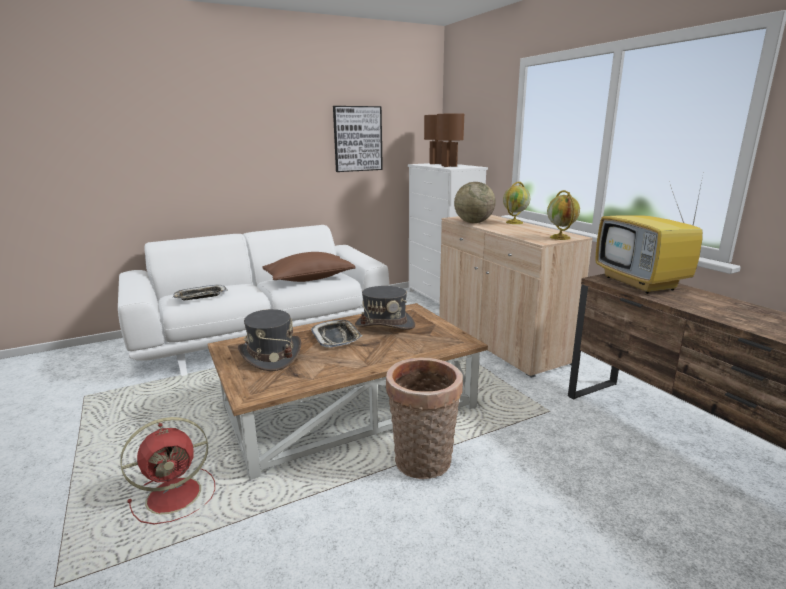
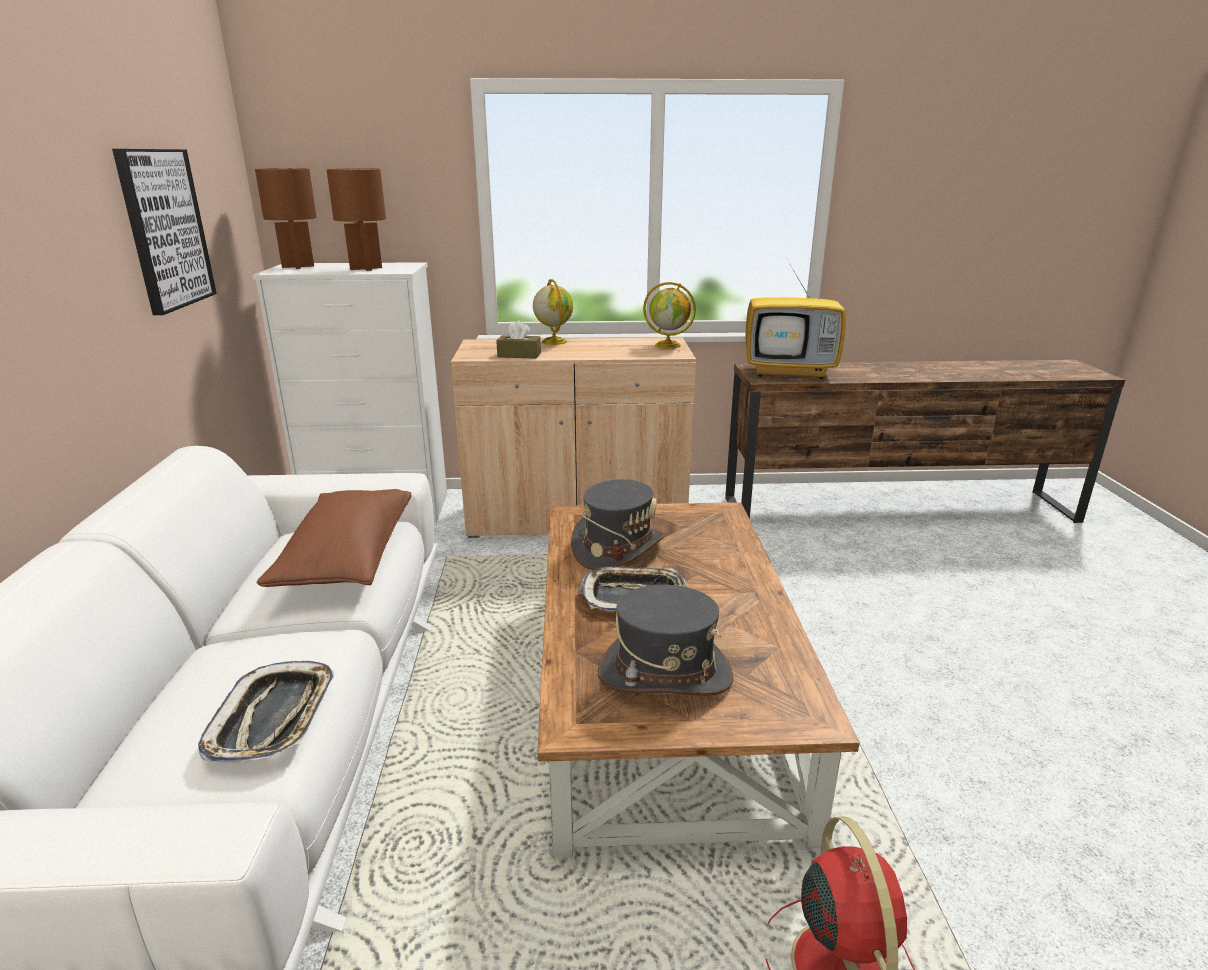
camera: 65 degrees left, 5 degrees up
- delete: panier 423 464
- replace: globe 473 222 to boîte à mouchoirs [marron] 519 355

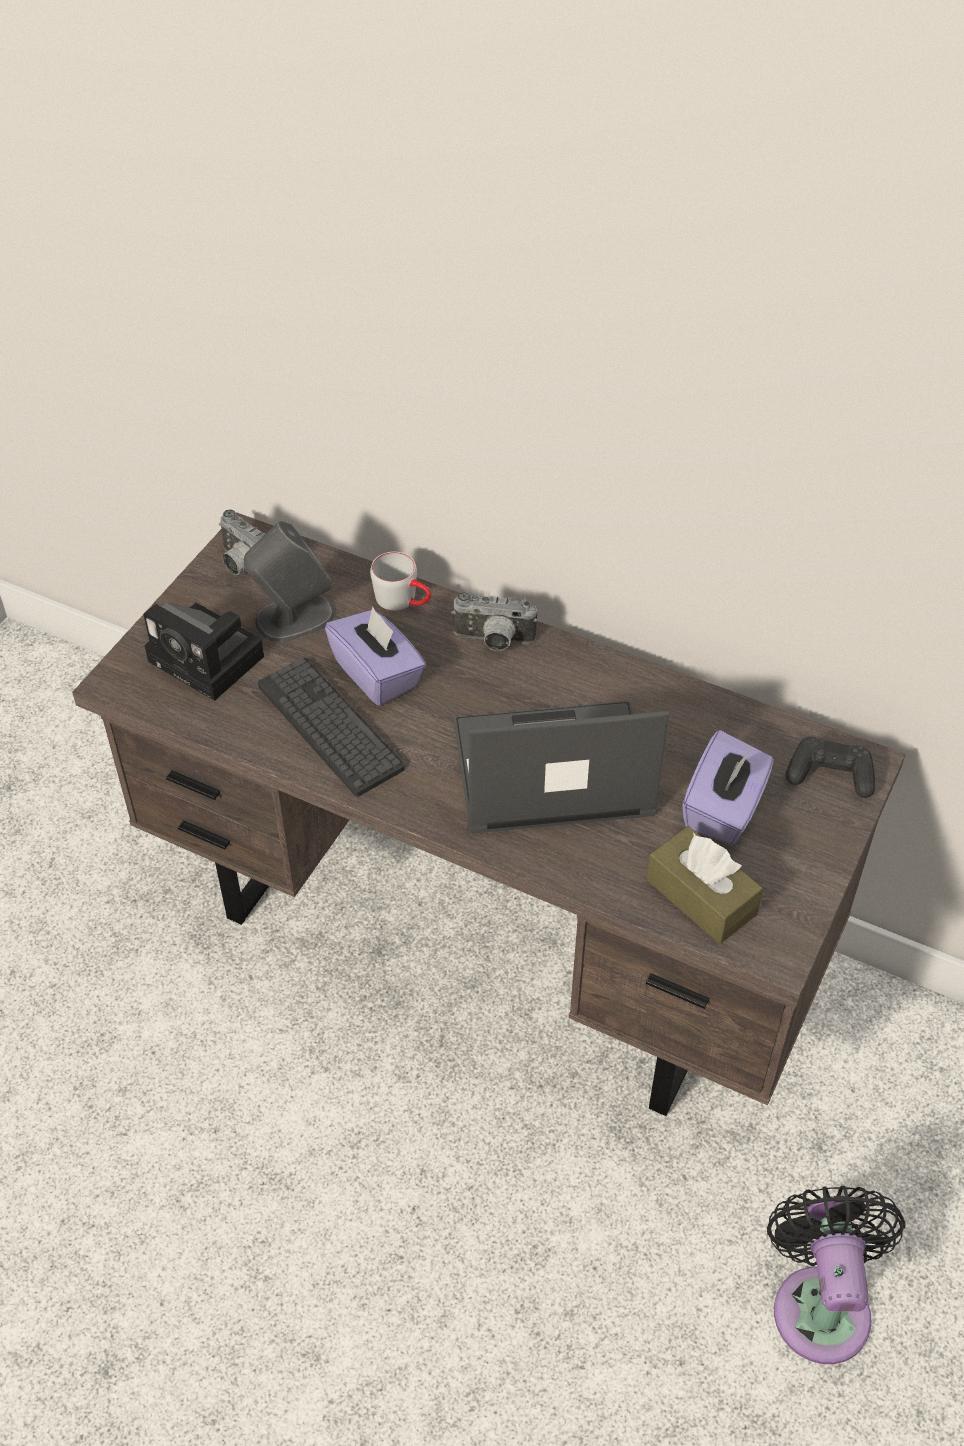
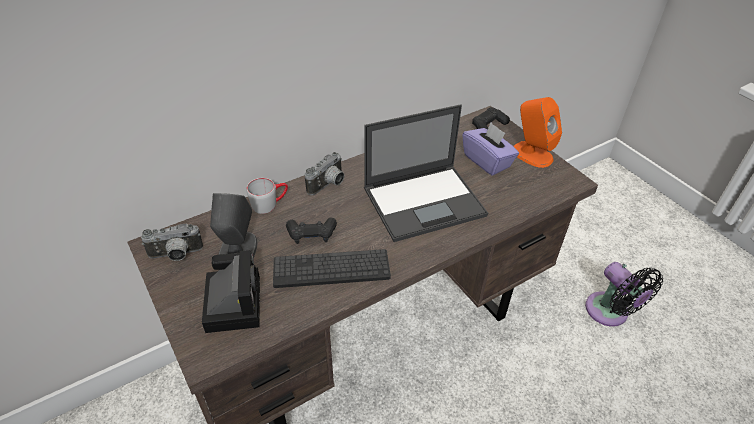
camera: 60 degrees left, 5 degrees down
- rotate: appareil photo 210 660 = 233 301 75 degrees counterclockwise
- replace: boîte à mouchoirs [violet] 377 674 to manette [noir] 311 235
- rotate: ordinateur portable 549 769 = 425 201 135 degrees counterclockwise
- delete: boîte à mouchoirs [marron] 701 897
- rotate: ventilateur [noir] 820 1303 = 610 313 150 degrees counterclockwise
- insert: enceinte [orange] 531 154

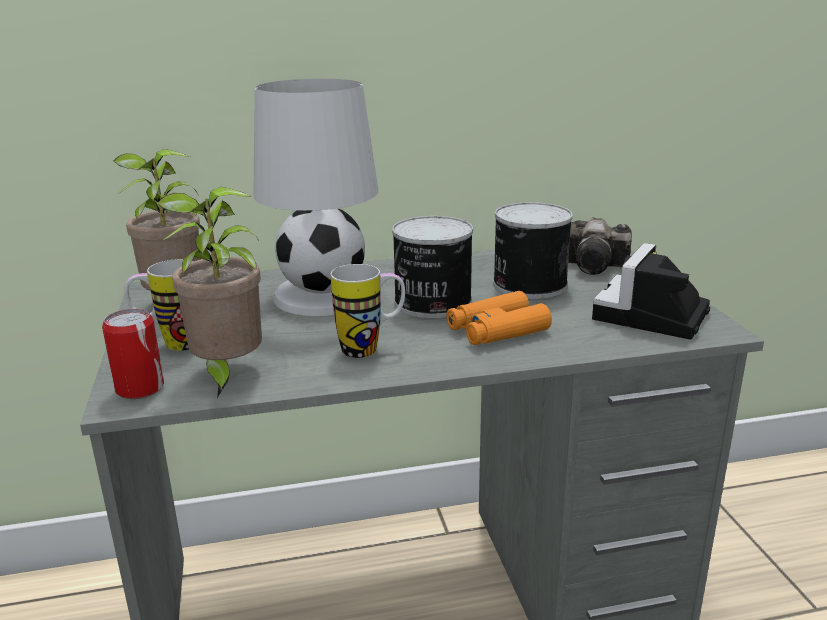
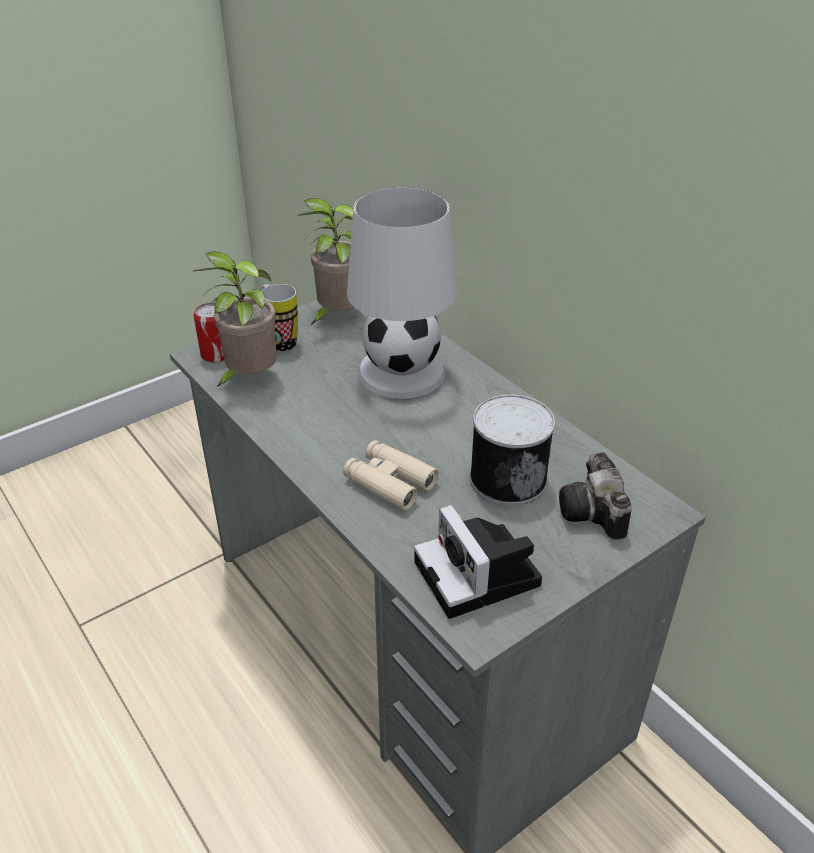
camera: 65 degrees right, 15 degrees up
- delete: mug 371 349
- delete: boîte métallique 431 303
- recolor: jumelles [orange] 497 330 to jumelles [beige] 389 482
- rotate: appareil photo 651 317 = 480 576 120 degrees counterclockwise

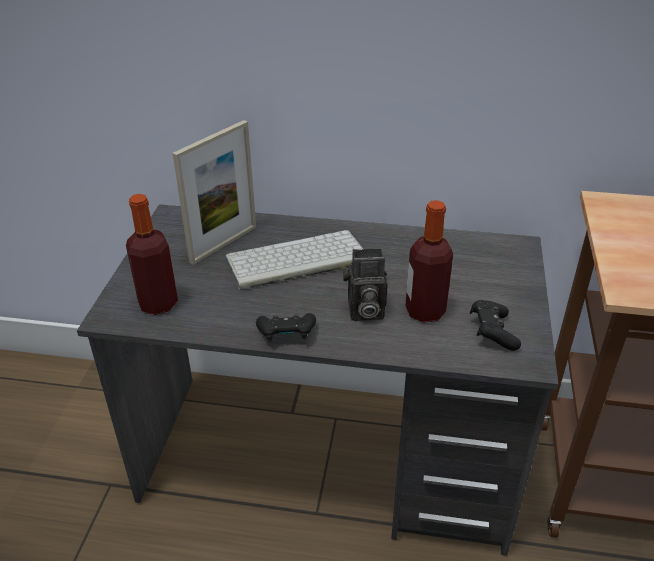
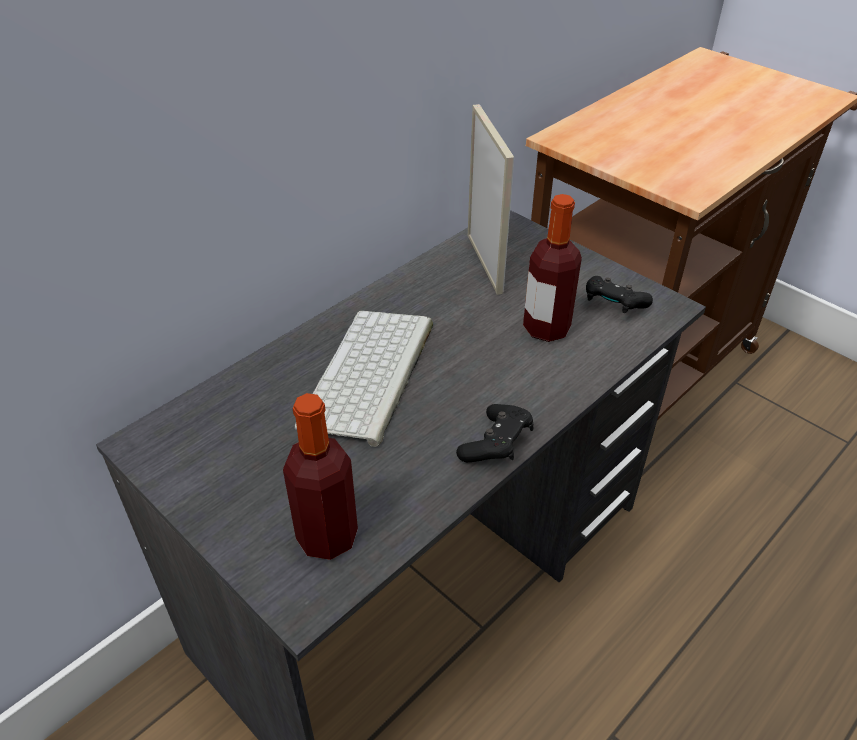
camera: 55 degrees left, 5 degrees up
- move: cadre photo 223 244 to 484 263
- delete: appareil photo 364 311

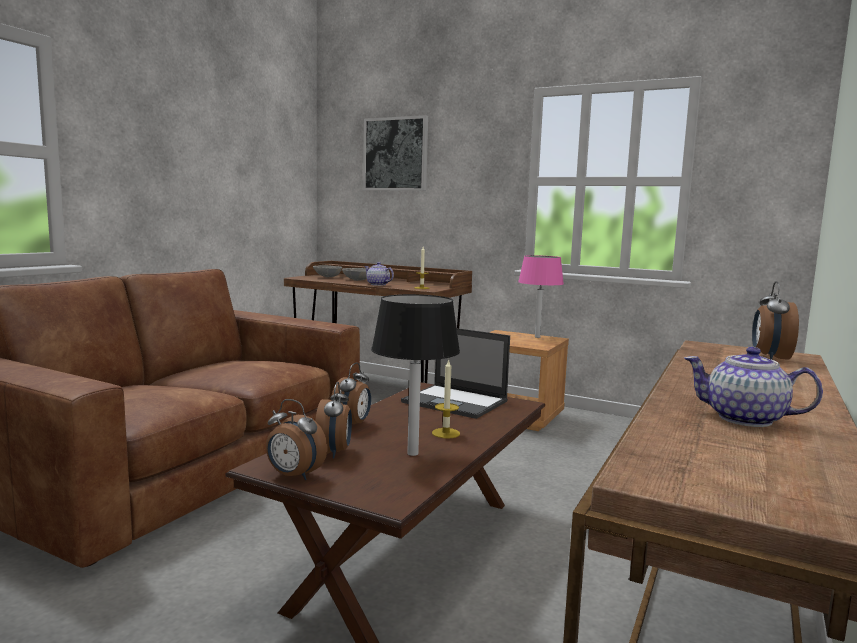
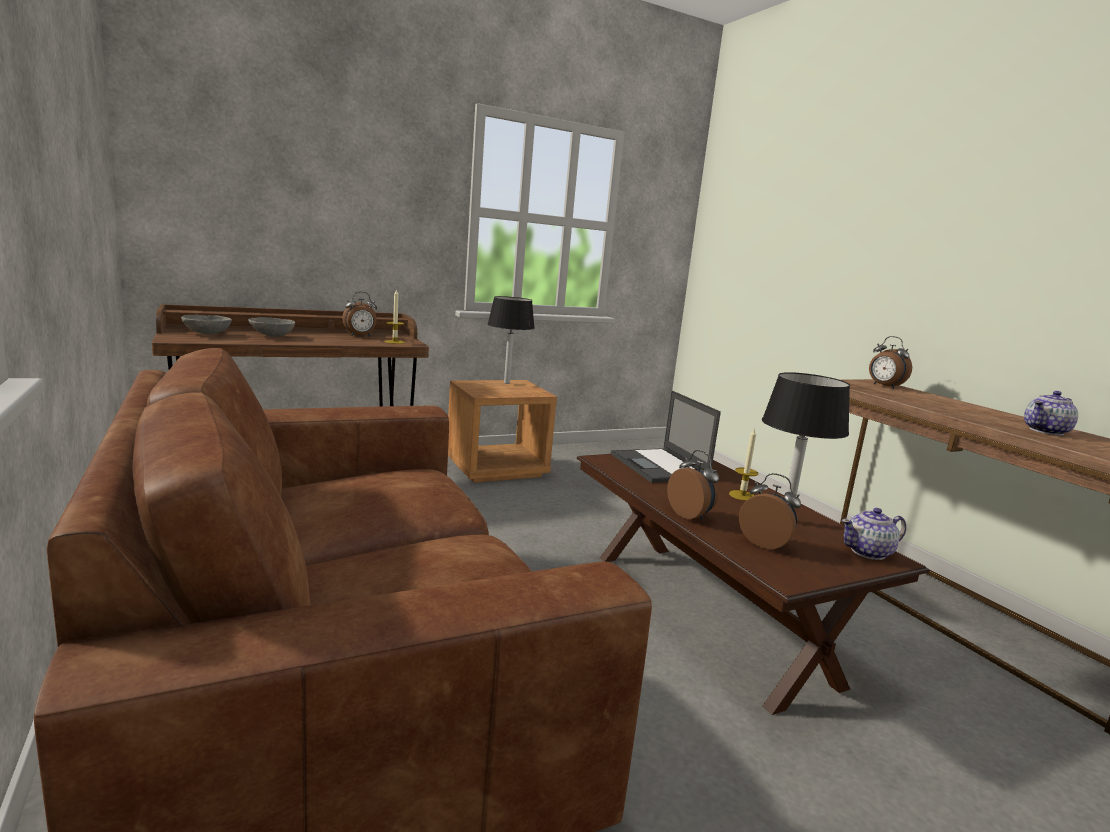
camera: 55 degrees left, 5 degrees up
- move: réveil 294 476 to 360 336
- delete: tableau 395 154
- move: théière 378 284 to 868 552
- rotate: ordinateur portable 456 402 = 660 466 90 degrees clockwise
- recolor: lampe de table [rose] 537 337 to lampe de table [noir] 506 383

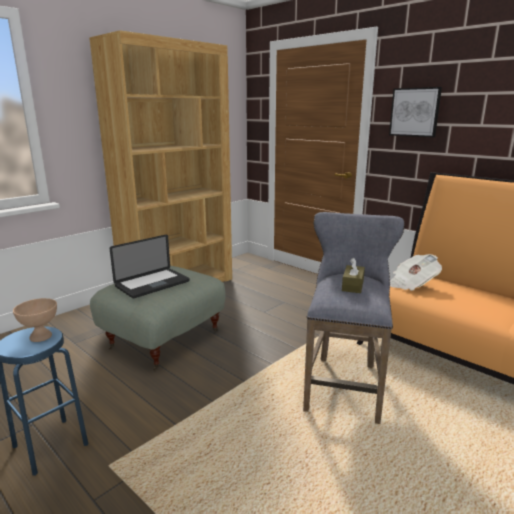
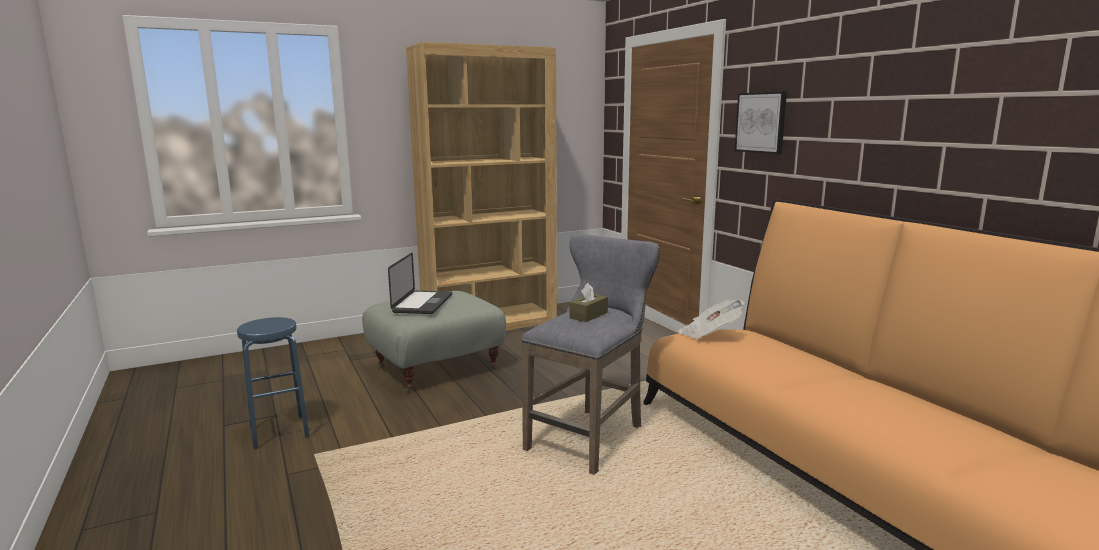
camera: 20 degrees right, 5 degrees down
- delete: bol [beige] 40 337
- rotate: ordinateur portable 152 284 = 422 303 60 degrees counterclockwise

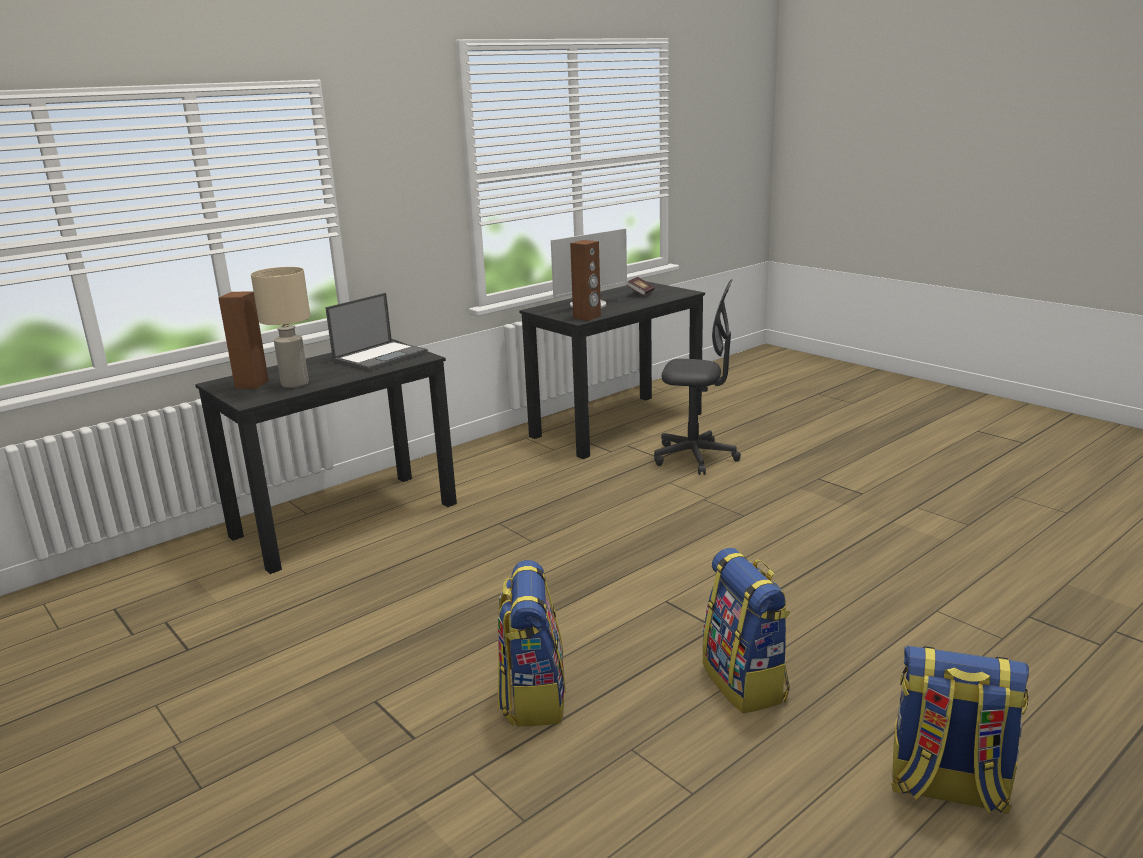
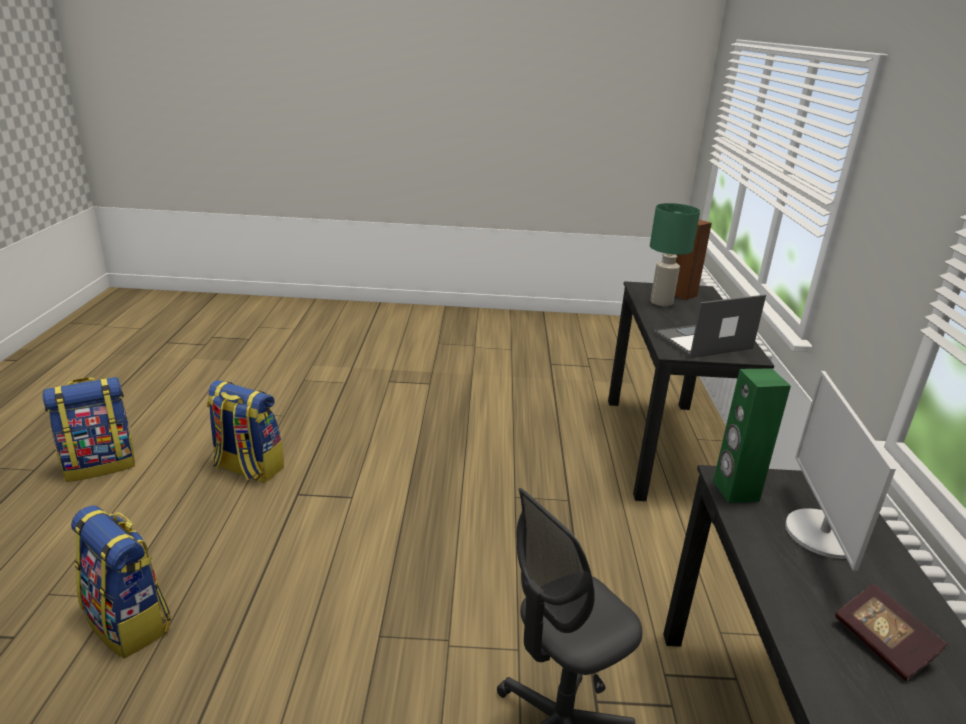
camera: 130 degrees right, 5 degrees up
- recolor: lampe de table [beige] 296 384 to lampe de table [vert] 661 303
- rotate: ordinateur portable 381 356 = 702 341 75 degrees clockwise
- move: sac à dos 532 696 to 130 623
- recolor: enceinte [marron] 587 317 to enceinte [vert] 735 491

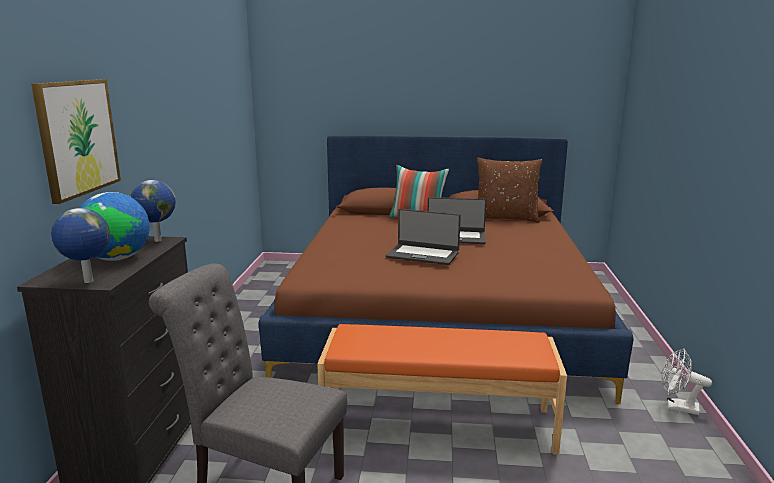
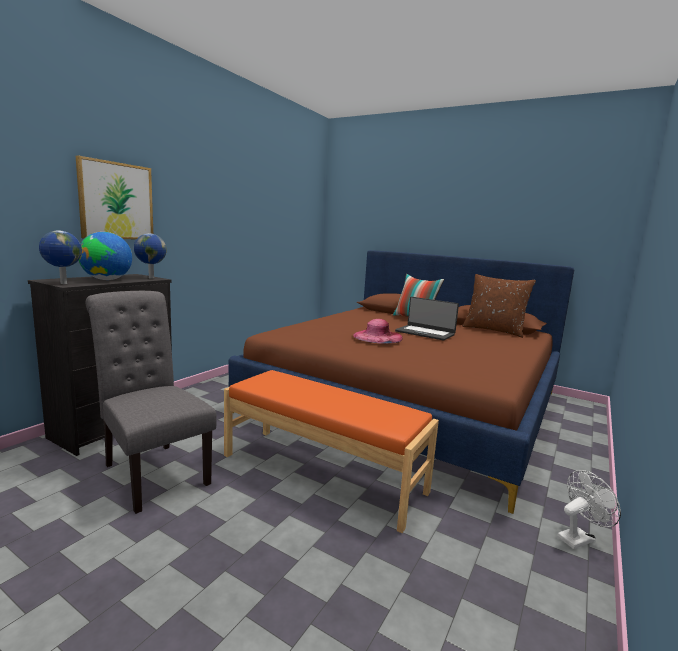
camera: 25 degrees right, 5 degrees down
- replace: ordinateur portable 423 255 to chapeau [rose] 378 336
- rotate: ventilateur [blanc] 677 407 = 579 537 105 degrees clockwise

